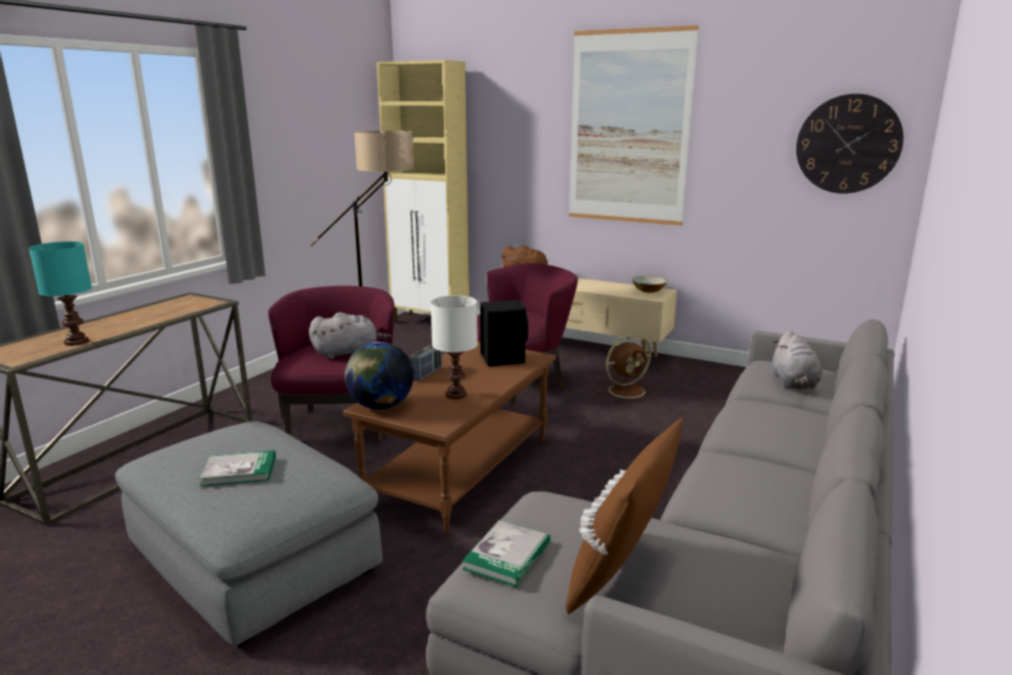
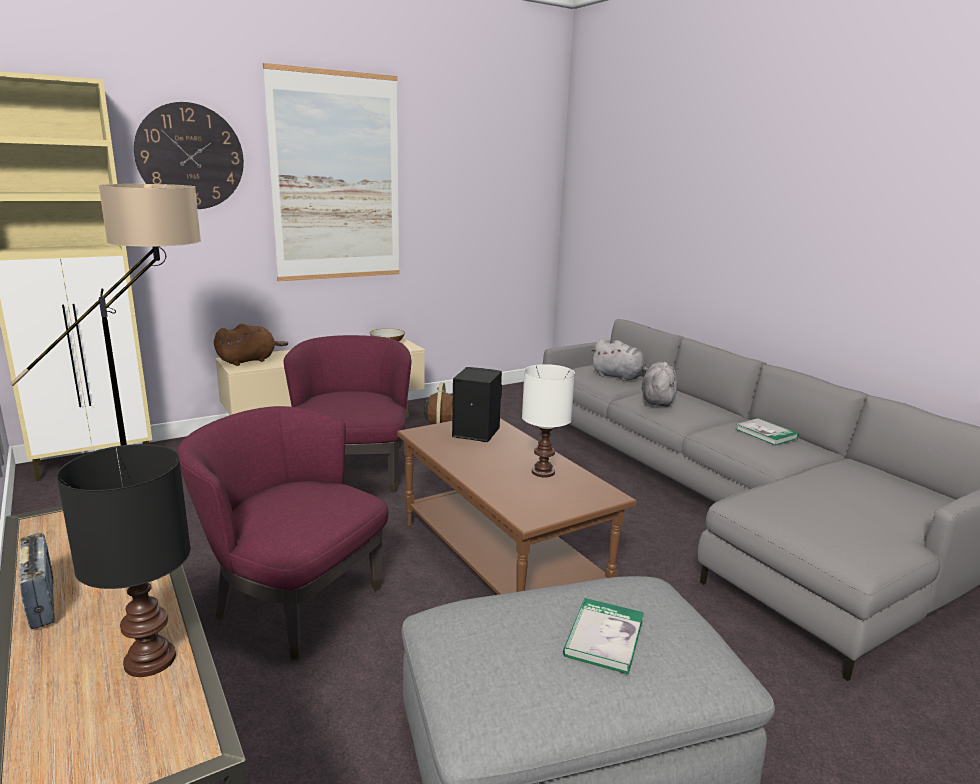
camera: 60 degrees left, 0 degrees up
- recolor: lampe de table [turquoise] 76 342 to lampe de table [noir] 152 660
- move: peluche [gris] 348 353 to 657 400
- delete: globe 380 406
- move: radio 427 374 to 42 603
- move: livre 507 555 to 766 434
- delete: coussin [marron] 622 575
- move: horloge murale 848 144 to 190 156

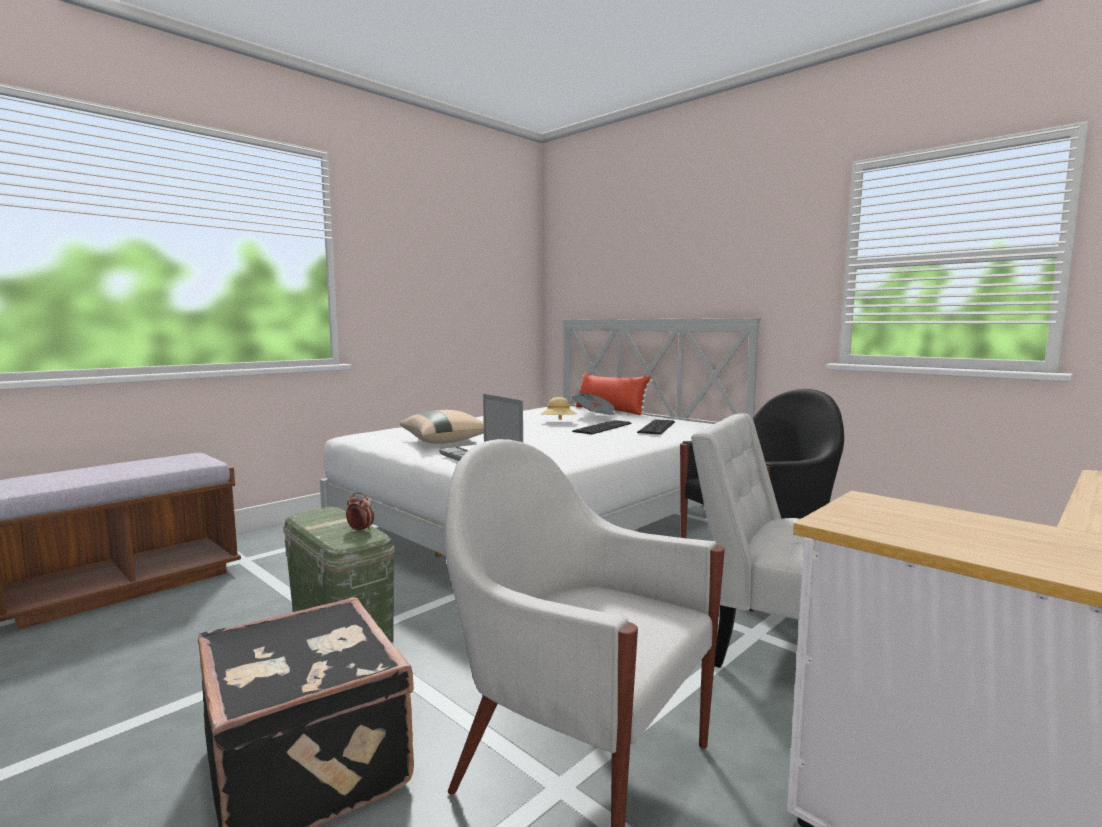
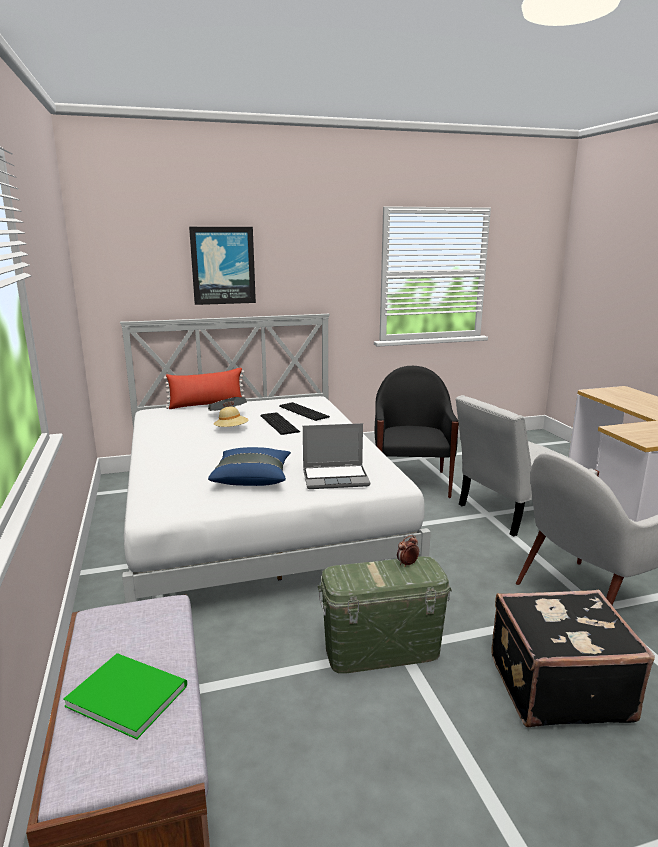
camera: 60 degrees left, 10 degrees up
- recolor: coussin [beige] 446 441 to coussin [bleu] 252 479
- insert: livre [vert] 126 693
- insert: tableau 223 265

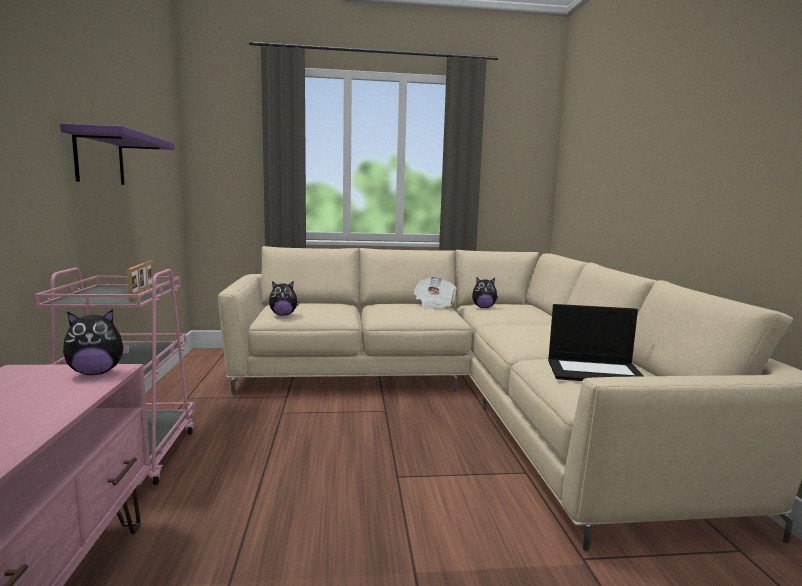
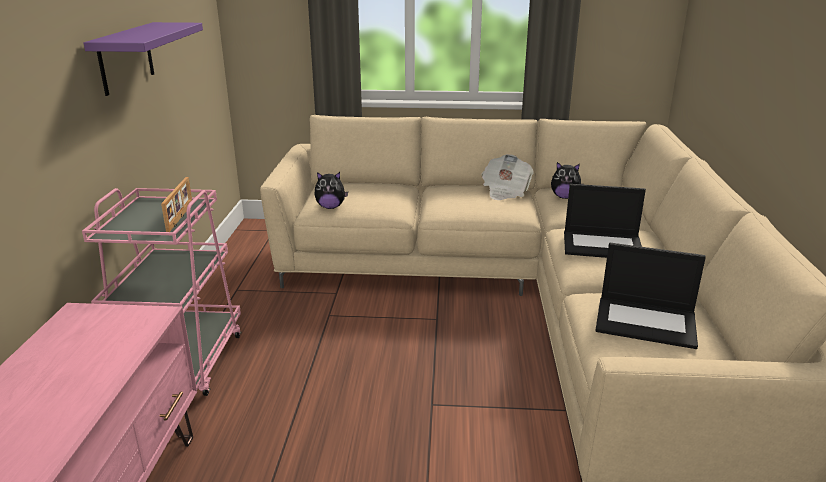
camera: 10 degrees right, 15 degrees up
- delete: peluche 96 373
- insert: ordinateur portable 603 245

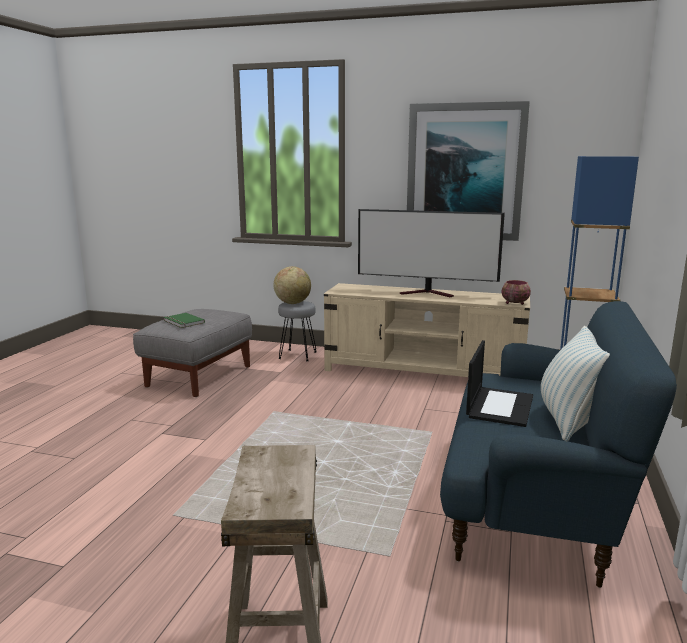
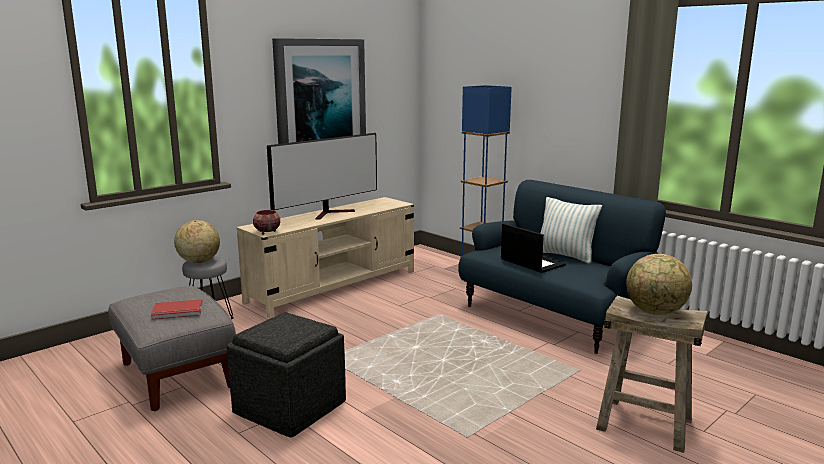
camera: 60 degrees left, 0 degrees up
- recolor: livre [vert] 183 322 to livre [rouge] 177 312
- move: bol 514 303 to 266 232
- insert: pouf [gris] 290 407
- insert: globe 655 312

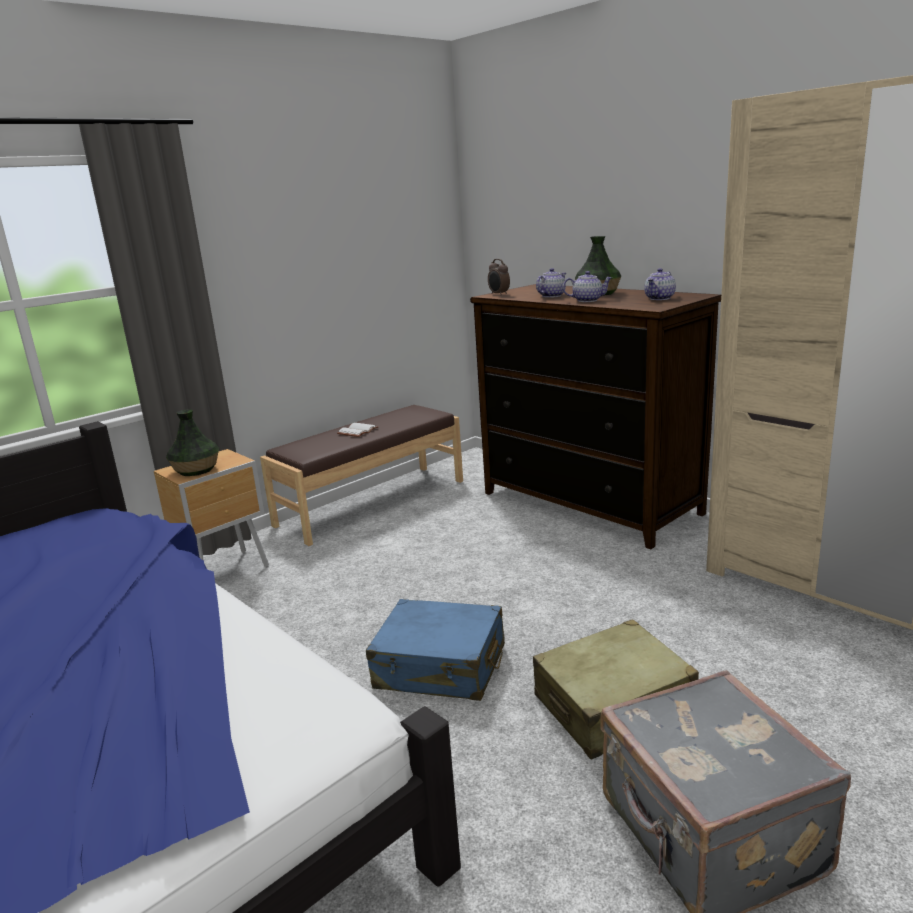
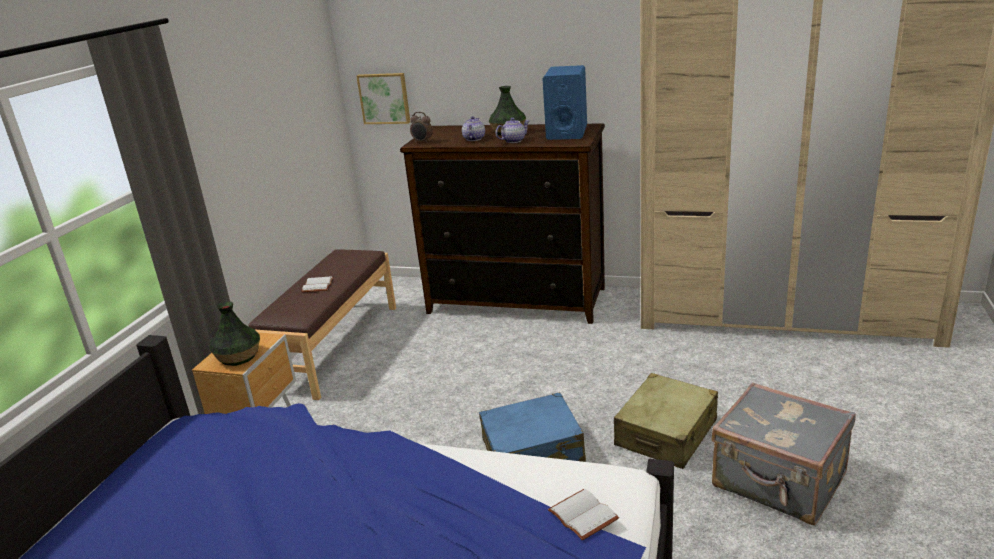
camera: 30 degrees left, 5 degrees up
- replace: théière 660 298 to enceinte [bleu] 567 132
- insert: tableau 384 98
- insert: livre [blanc] 581 516

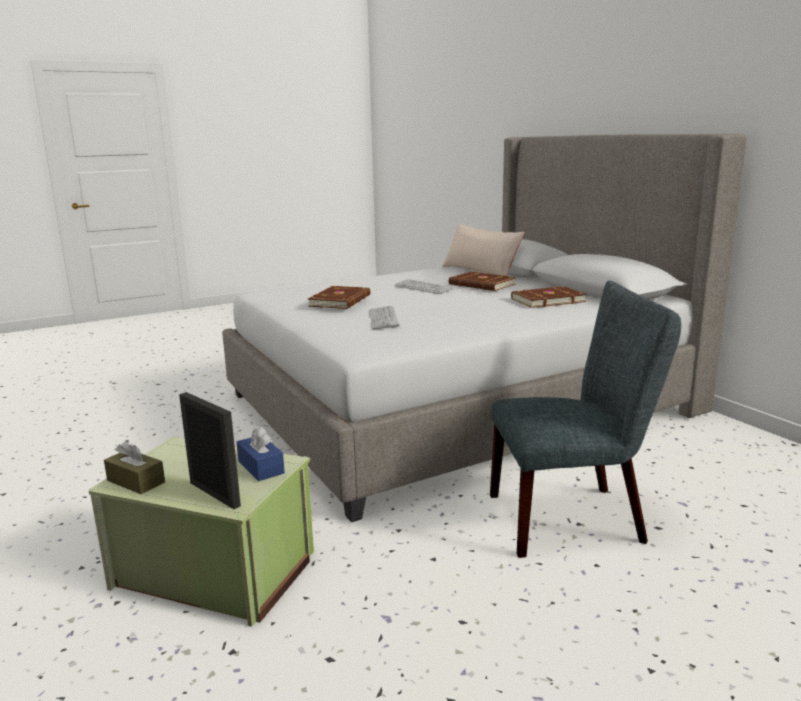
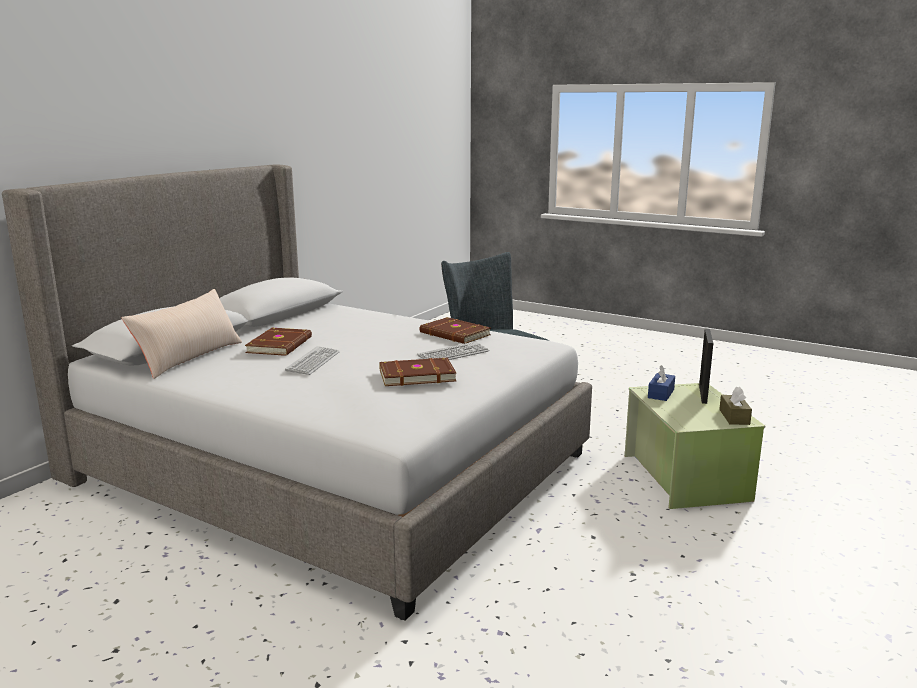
camera: 120 degrees left, 0 degrees up
- move: livre [marron] 546 300 to 454 334

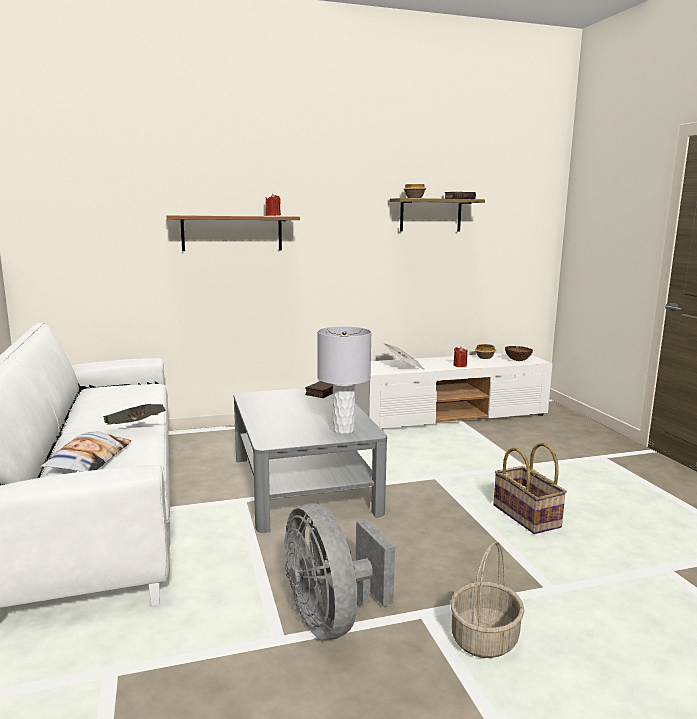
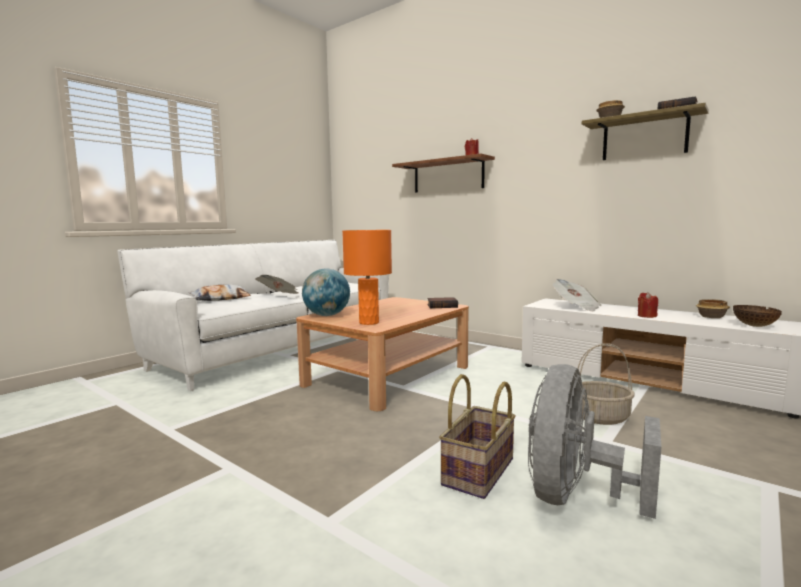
camera: 55 degrees right, 5 degrees down
- recolor: table basse [gris] 303 484 to table basse [marron] 388 375
- move: ventilateur [gris] 331 619 to 576 496
- recolor: lampe de table [gris] 343 430 to lampe de table [orange] 369 322
- move: panier 485 639 to 600 417
- insert: globe 326 315

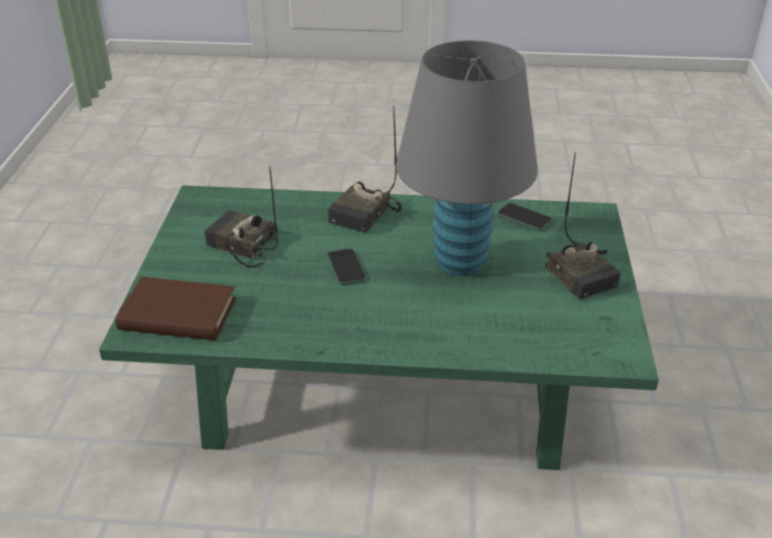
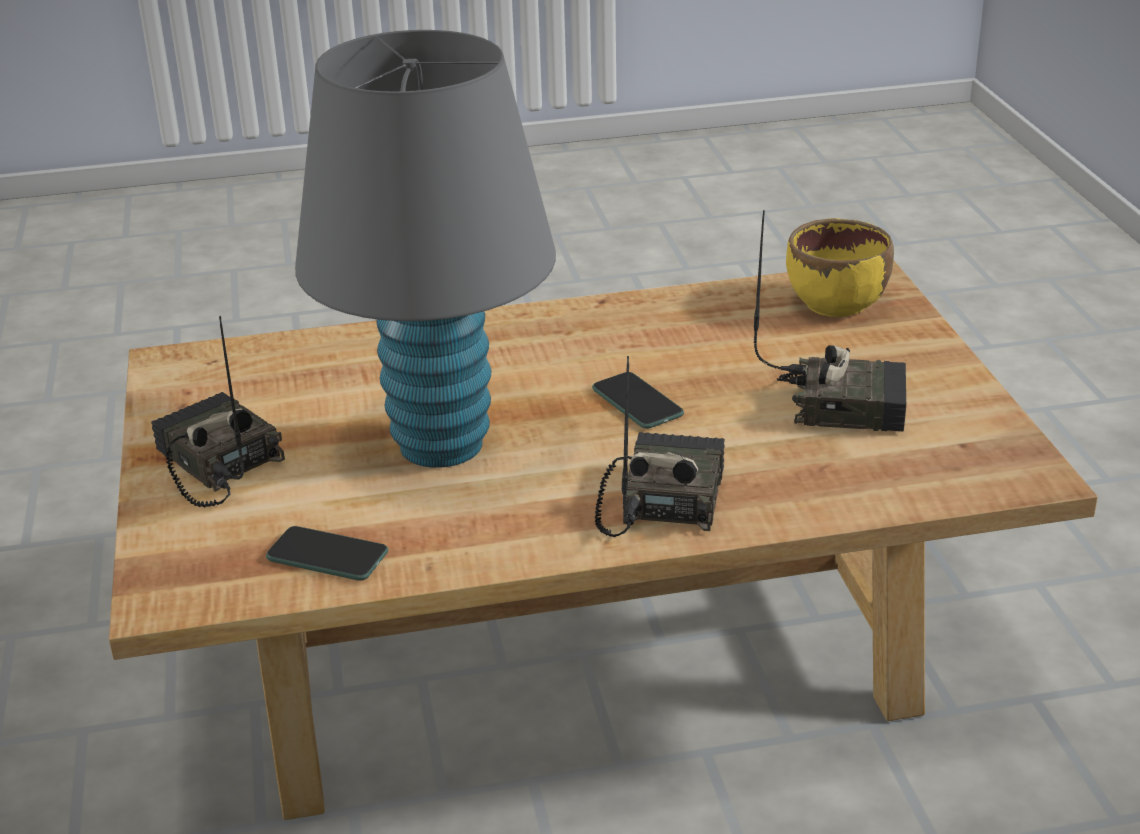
camera: 165 degrees right, 5 degrees down
- recolor: table basse [vert] 385 390 to table basse [beige] 577 650
- replace: livre [marron] 178 314 to bol [jaune] 836 304

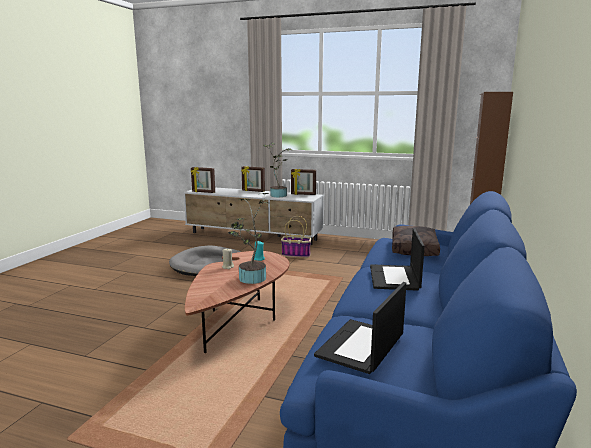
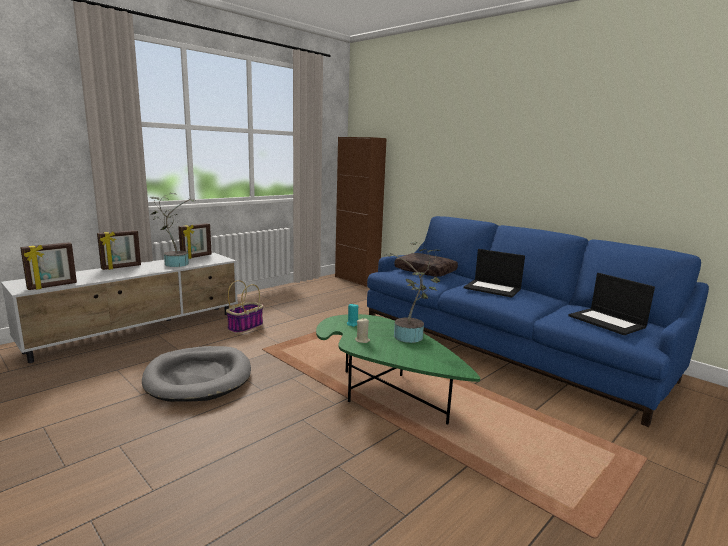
camera: 65 degrees left, 0 degrees up
- recolor: table basse [marron] 240 319 to table basse [vert] 384 391

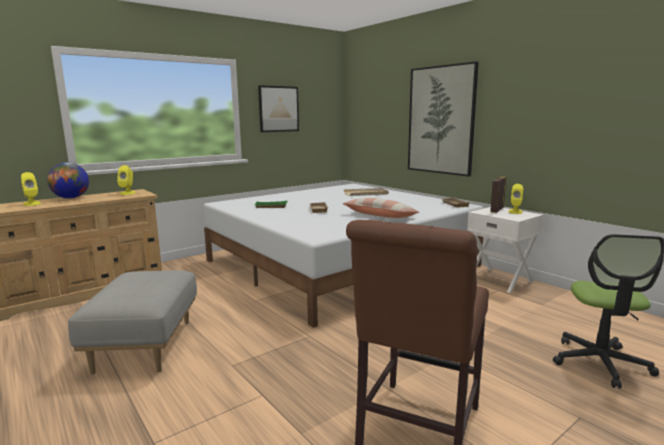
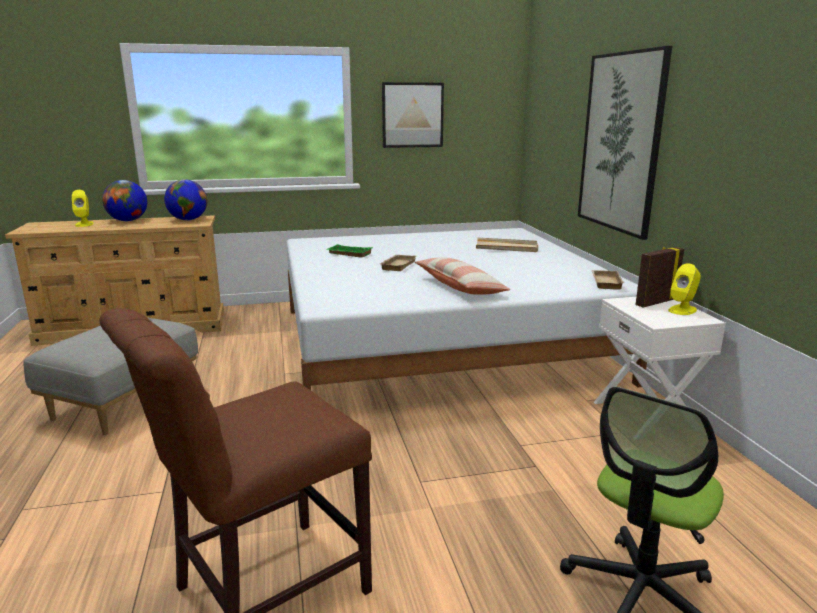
camera: 25 degrees right, 5 degrees up
- replace: enceinte [jaune] 127 193 to globe 188 220

